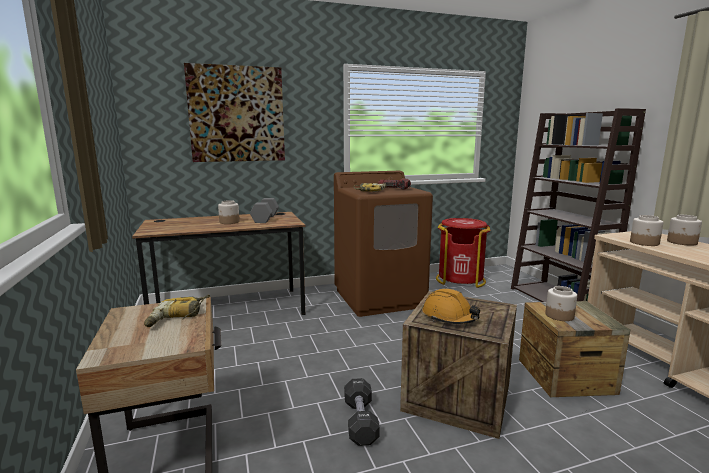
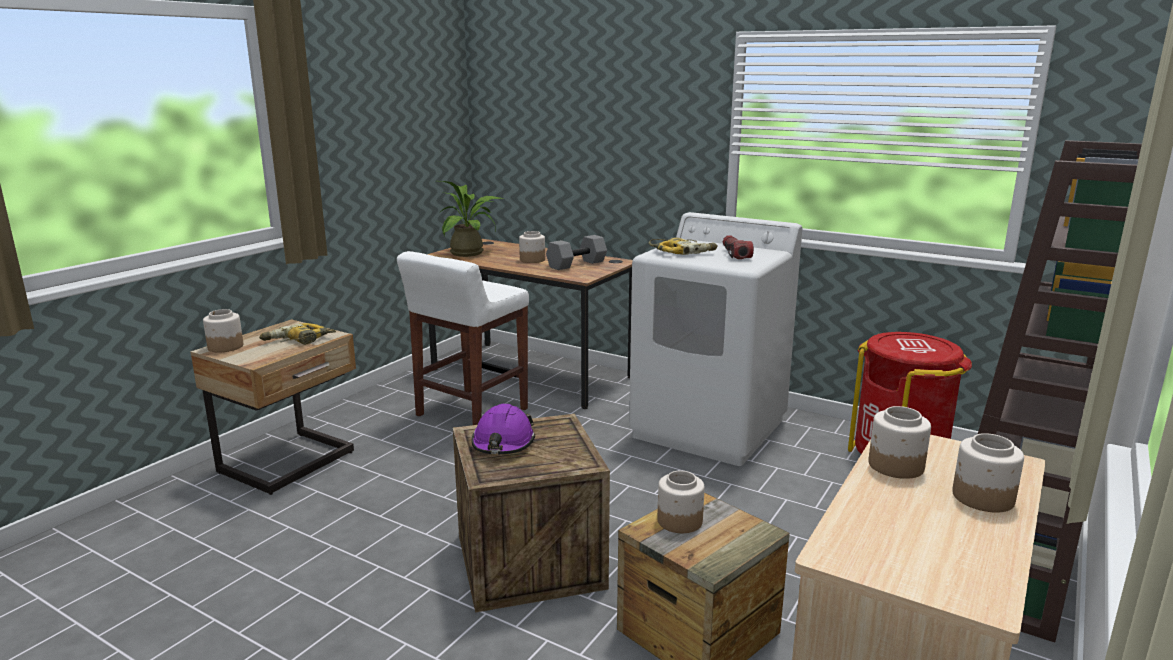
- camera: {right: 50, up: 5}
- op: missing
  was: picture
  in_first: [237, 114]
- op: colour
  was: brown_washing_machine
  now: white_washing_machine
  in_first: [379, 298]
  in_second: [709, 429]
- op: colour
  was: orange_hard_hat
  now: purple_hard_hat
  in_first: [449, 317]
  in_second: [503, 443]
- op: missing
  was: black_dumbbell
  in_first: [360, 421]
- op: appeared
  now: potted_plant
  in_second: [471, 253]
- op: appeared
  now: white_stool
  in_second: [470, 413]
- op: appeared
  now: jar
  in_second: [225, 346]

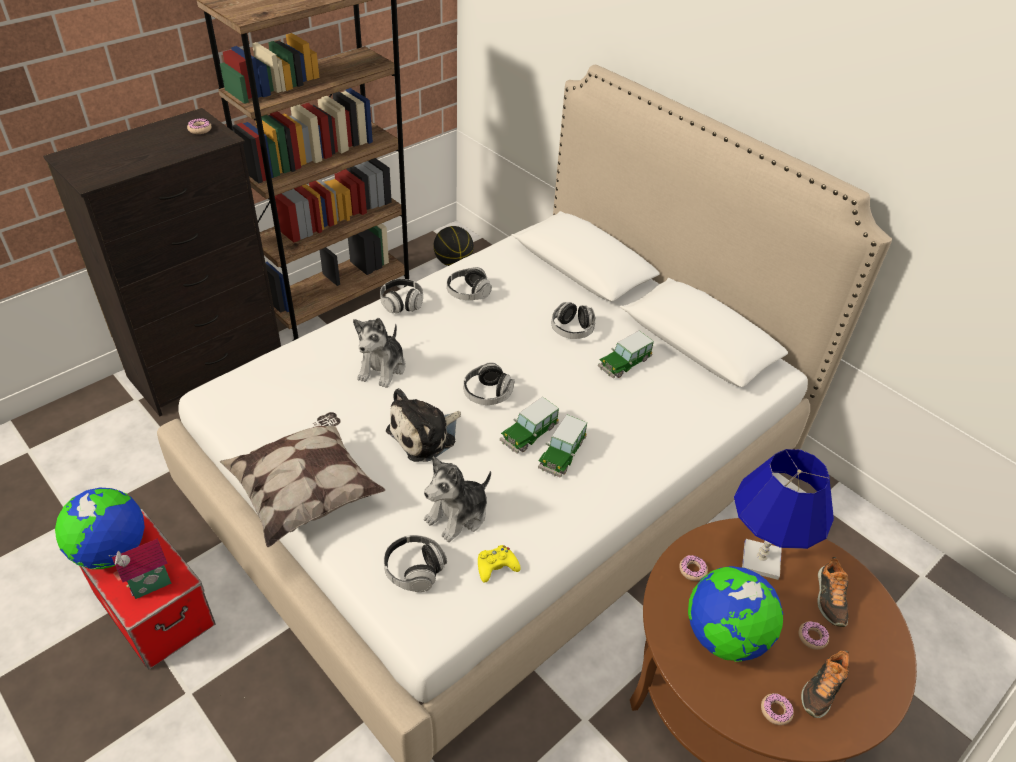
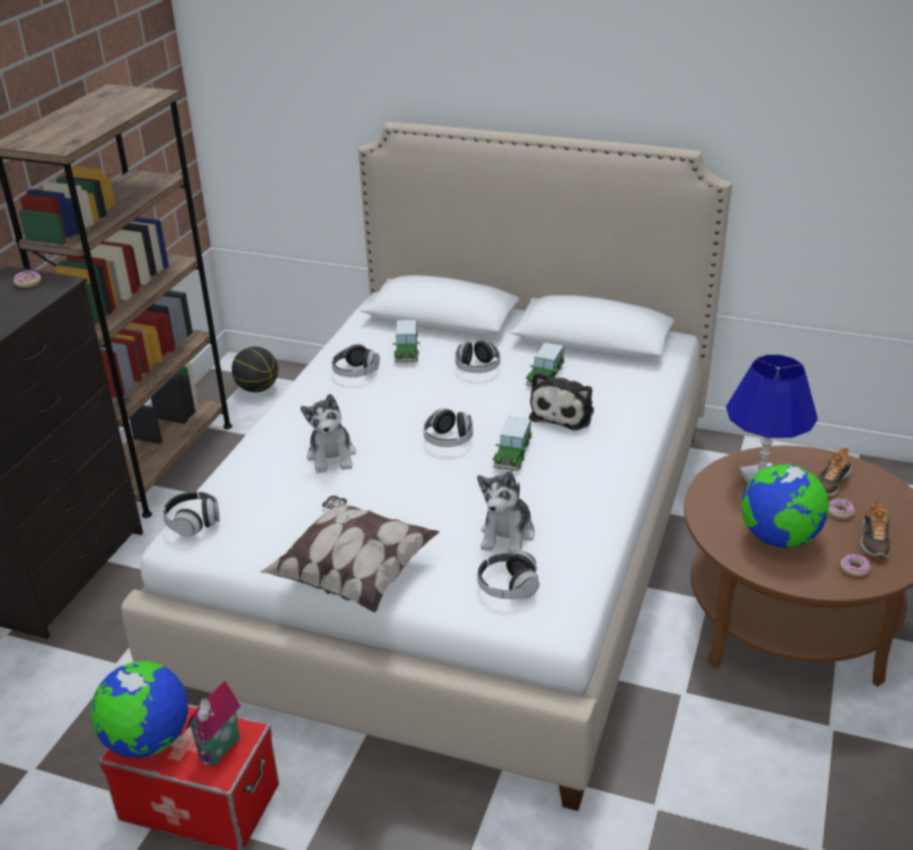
- camera: {right: -25, up: -10}
- op: relocated
  was: headphones
  in_first: [402, 303]
  in_second: [193, 522]
- op: relocated
  was: plush_toy
  in_first: [425, 435]
  in_second: [564, 413]
- op: relocated
  was: toy_car
  in_first: [562, 455]
  in_second: [407, 352]
- op: missing
  was: yellow_game_controller
  in_first: [496, 566]
- op: missing
  was: donut
  in_first: [692, 570]
- op: spun
  was: shoe
  in_first: [830, 598]
  in_second: [831, 482]
  clockwise: 60

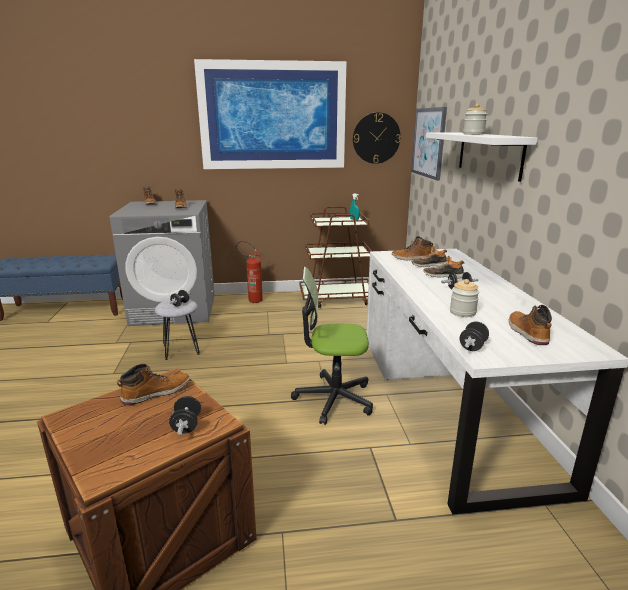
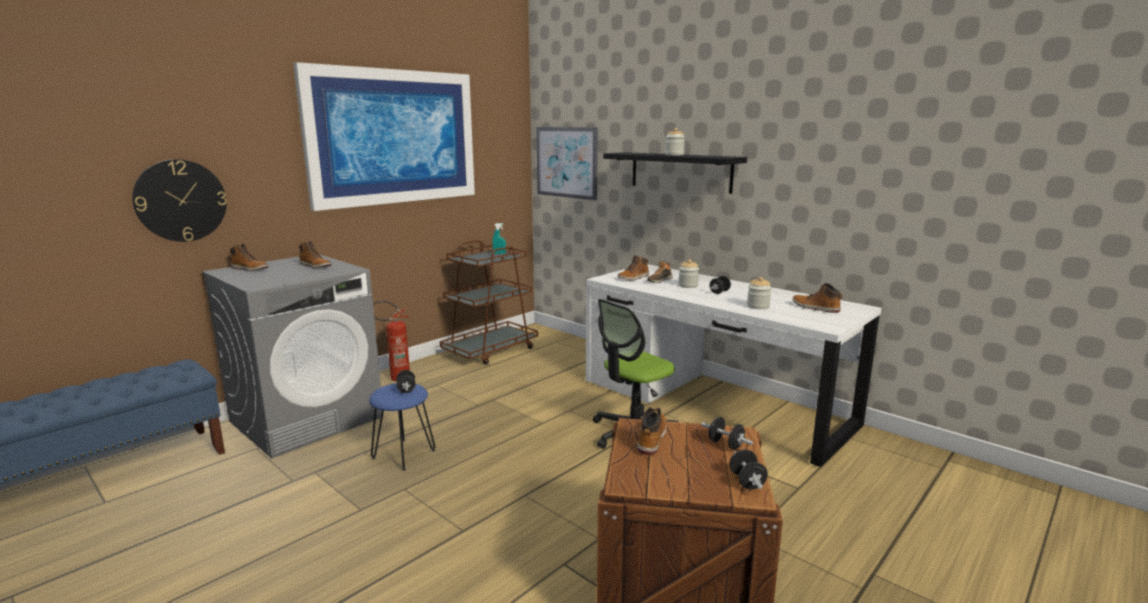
- camera: {right: -40, up: -5}
- op: relocated
  was: wall_clock
  in_first: [376, 138]
  in_second: [181, 200]
- op: colour
  was: white_shelf
  now: black_shelf
  in_first: [489, 154]
  in_second: [680, 172]
- op: exchanged
  was: shoe
  now: jar
  in_first: [443, 276]
  in_second: [688, 285]
- op: colour
  was: grey_stool
  now: blue_stool
  in_first: [181, 350]
  in_second: [404, 454]
- op: relocated
  was: black_dumbbell
  in_first: [472, 346]
  in_second: [747, 482]

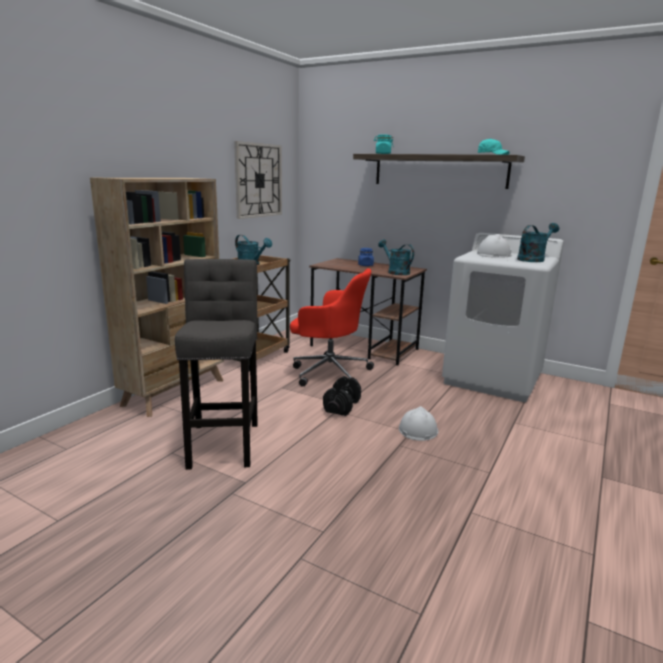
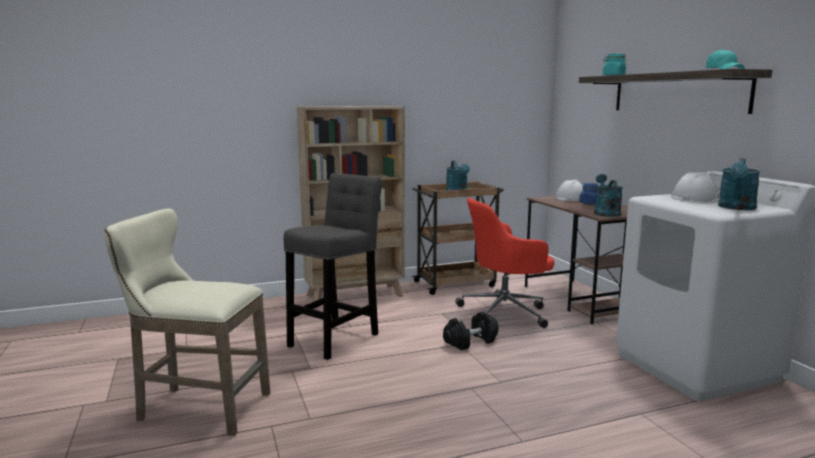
- camera: {right: 40, up: -5}
- op: missing
  was: wall_clock
  in_first: [258, 180]
- op: spun
  was: turquoise_watering_can
  in_first: [533, 259]
  in_second: [736, 208]
  clockwise: 120
- op: spun
  was: red_office_chair
  in_first: [329, 372]
  in_second: [505, 312]
  clockwise: 105
- op: relocated
  was: white_hard_hat
  in_first: [418, 430]
  in_second: [571, 198]
- op: appeared
  now: beige_stool
  in_second: [197, 407]

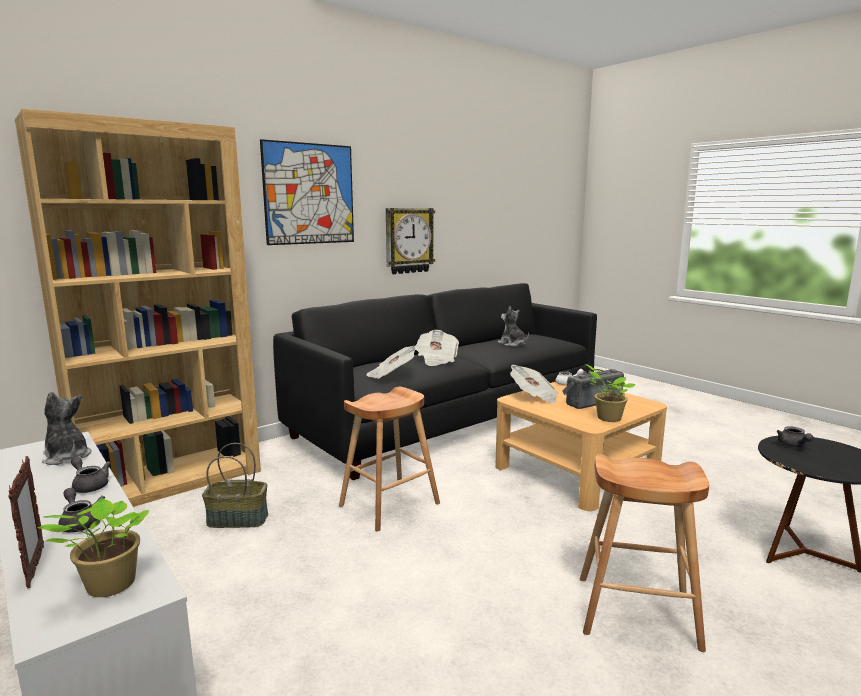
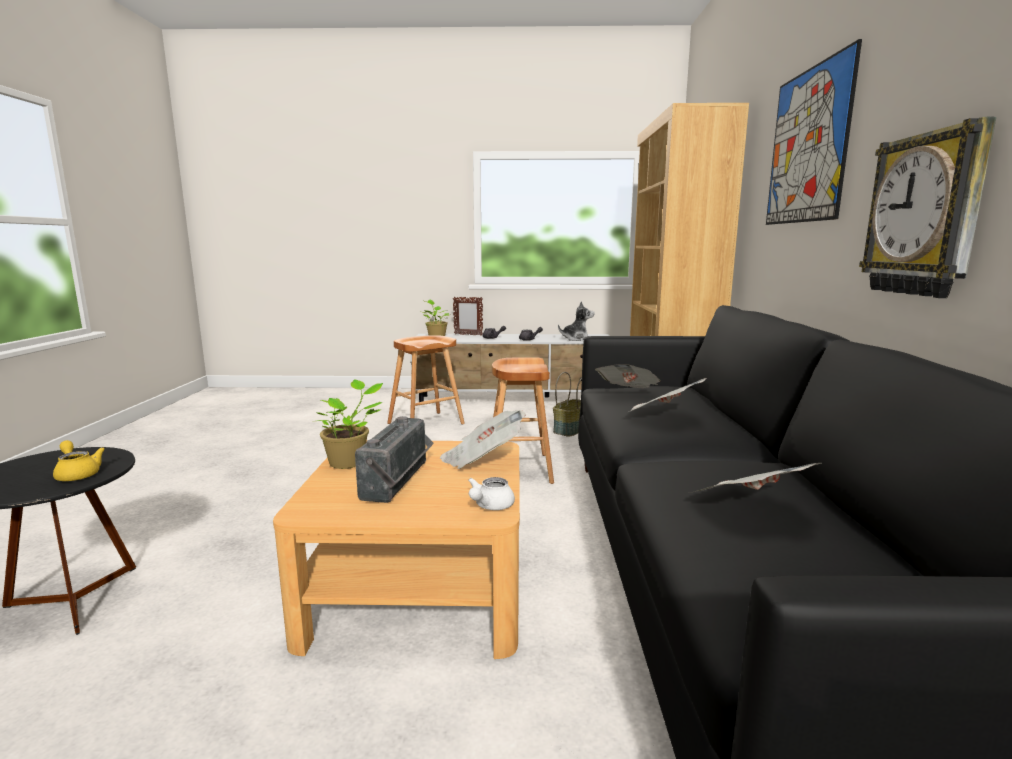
- camera: {right: 130, up: 0}
- op: exchanged
  was: plush_toy
  now: newspaper
  in_first: [512, 344]
  in_second: [748, 507]
- op: colour
  was: grey_teapot
  now: yellow_teapot
  in_first: [793, 446]
  in_second: [77, 474]
- op: relocated
  was: brown_stool
  in_first: [637, 612]
  in_second: [425, 424]

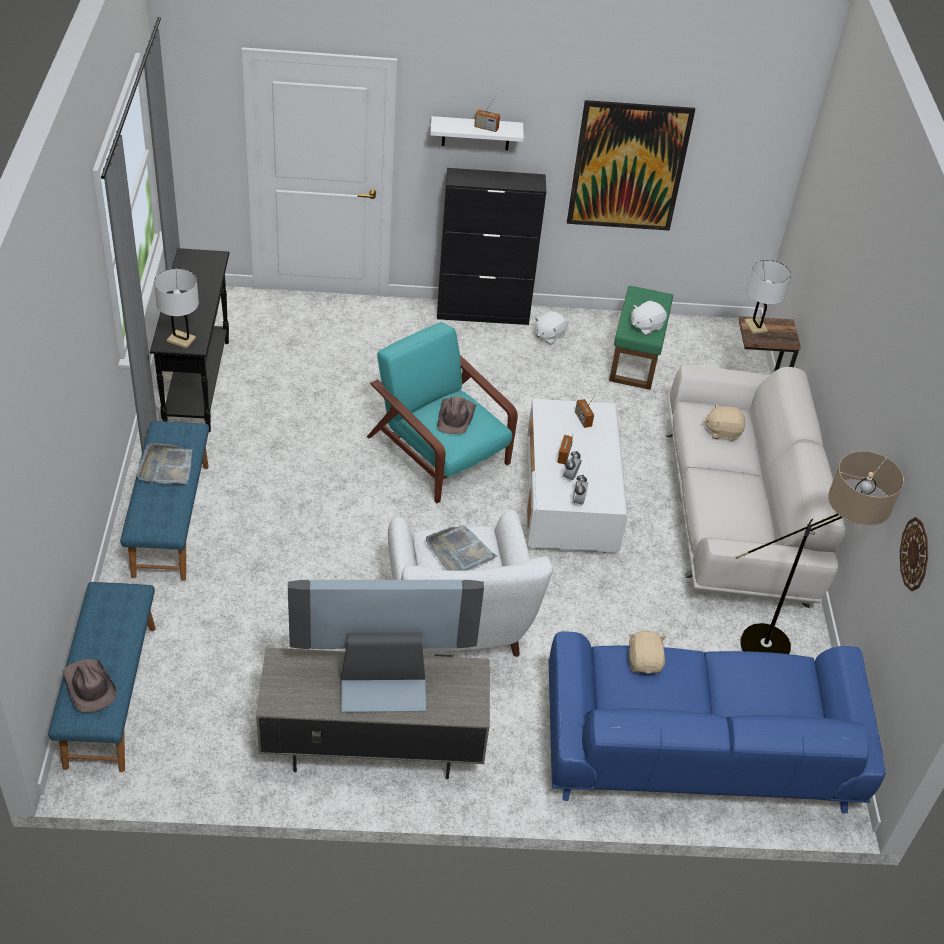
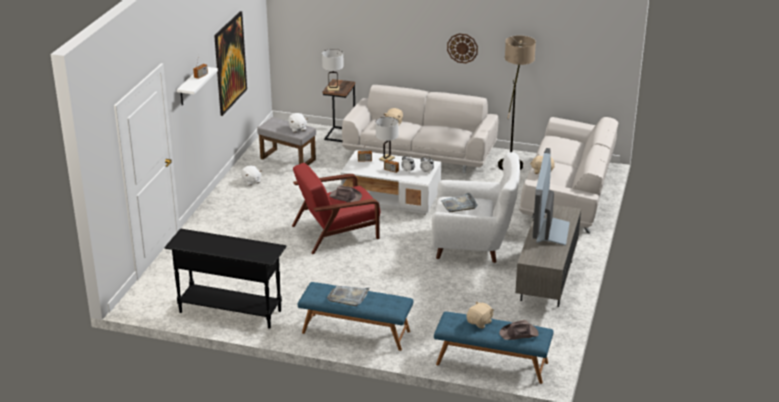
- camera: {right: -70, up: -15}
- op: missing
  was: black_cabinet
  in_first: [483, 313]
- op: relocated
  was: white_table_lamp
  in_first: [181, 340]
  in_second: [387, 158]
- op: colour
  was: green_ottoman
  now: grey_ottoman
  in_first: [636, 360]
  in_second: [288, 159]
- op: colour
  was: turquoise_armchair
  now: red_armchair
  in_first: [440, 452]
  in_second: [337, 231]
- op: relocated
  was: wall_clock
  in_first: [915, 554]
  in_second: [462, 48]
- op: colour
  was: blue_sofa
  now: white_sofa
  in_first: [697, 750]
  in_second: [568, 194]
- op: appeared
  now: beige_plush_toy
  in_second: [480, 322]

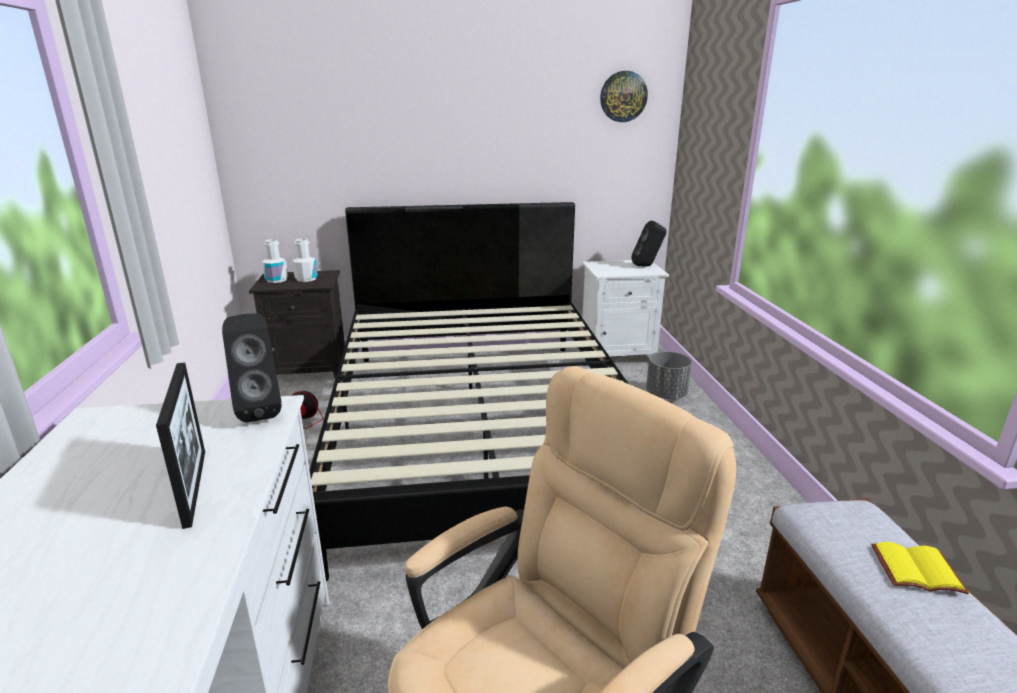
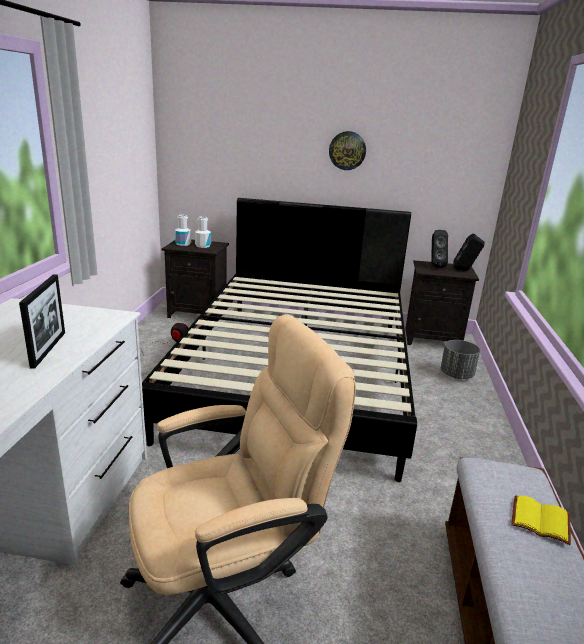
- camera: {right: 15, up: 0}
- op: relocated
  was: wall_clock
  in_first: [623, 96]
  in_second: [347, 150]
- op: colour
  was: white_nightstand
  now: black_nightstand
  in_first: [618, 354]
  in_second: [433, 339]
- op: relocated
  was: black_speaker
  in_first: [259, 410]
  in_second: [434, 266]

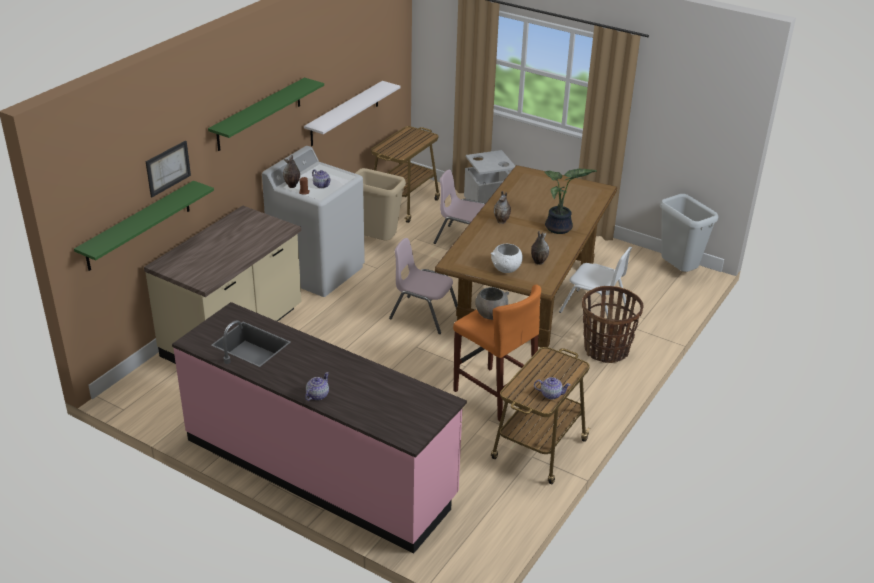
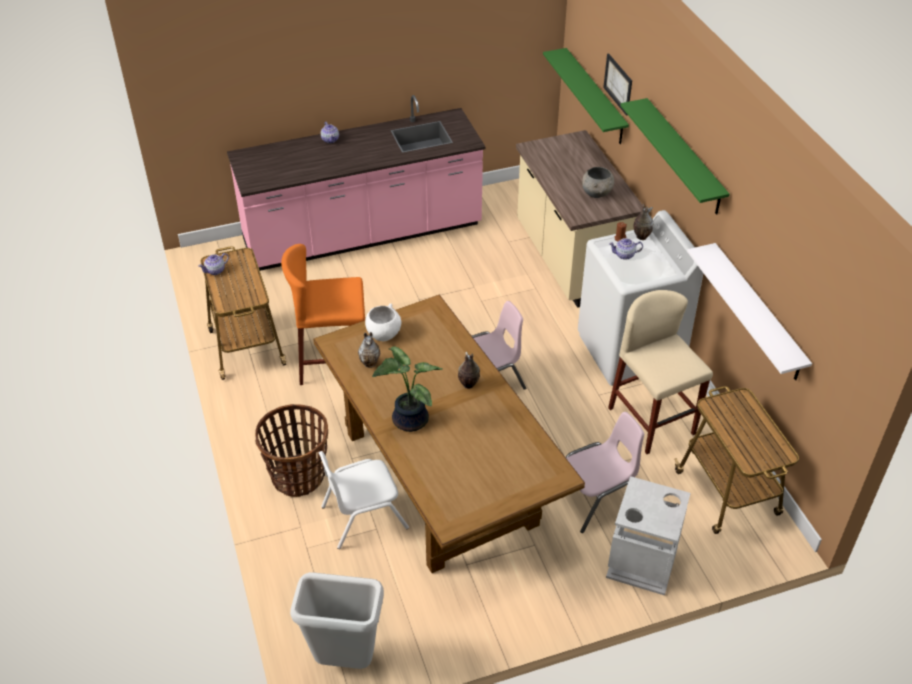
- camera: {right: 130, up: 10}
- op: exchanged
  was: beige_trash_can
  now: beige_stool
  in_first: [376, 242]
  in_second: [651, 421]
- op: relocated
  was: grey_bowl
  in_first: [490, 314]
  in_second: [597, 193]

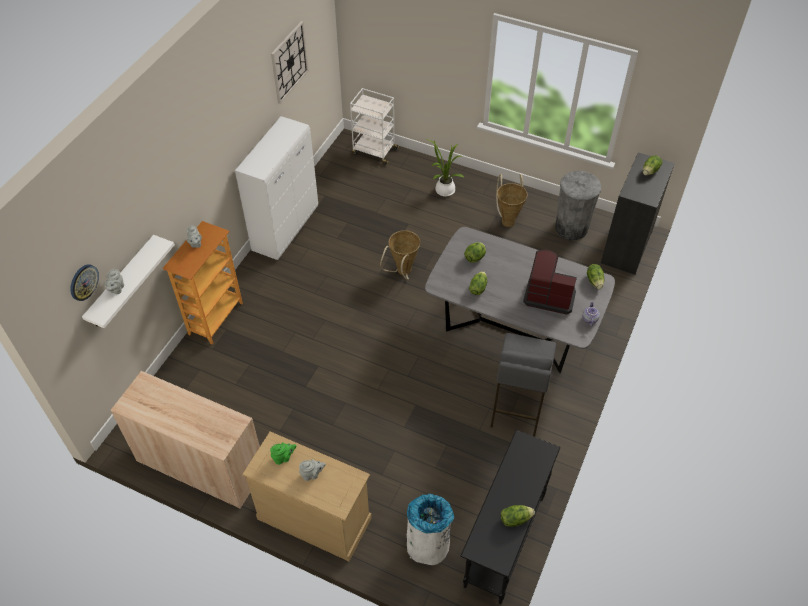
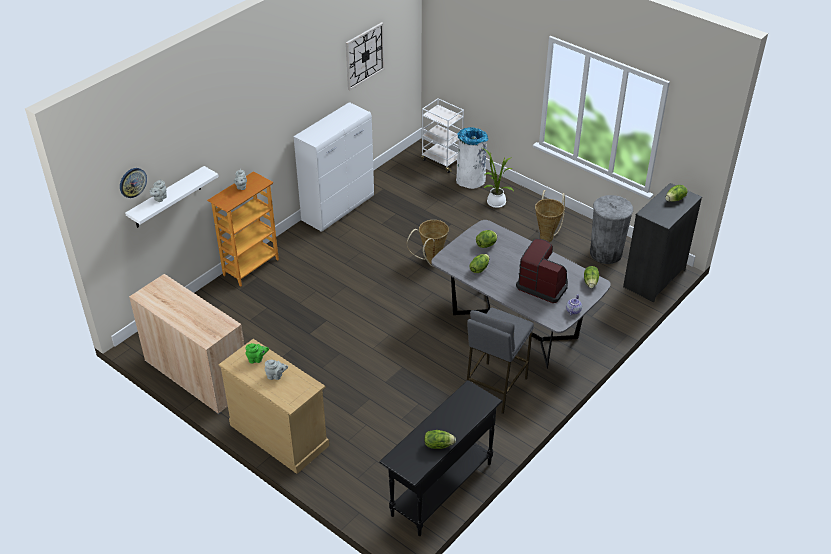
- camera: {right: 15, up: -10}
- op: relocated
  was: white_trash_can
  in_first: [428, 546]
  in_second: [470, 180]

